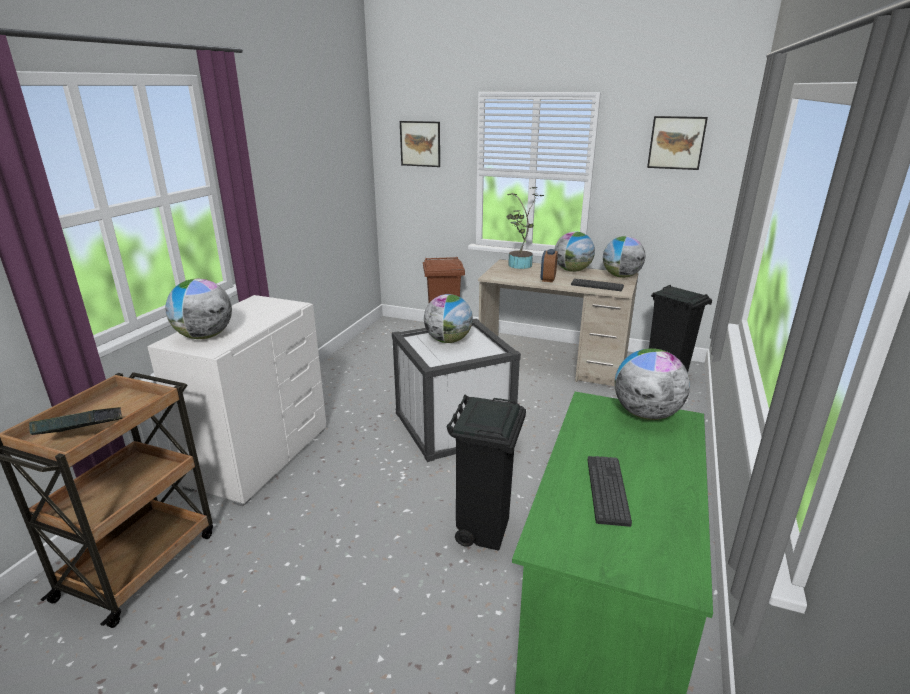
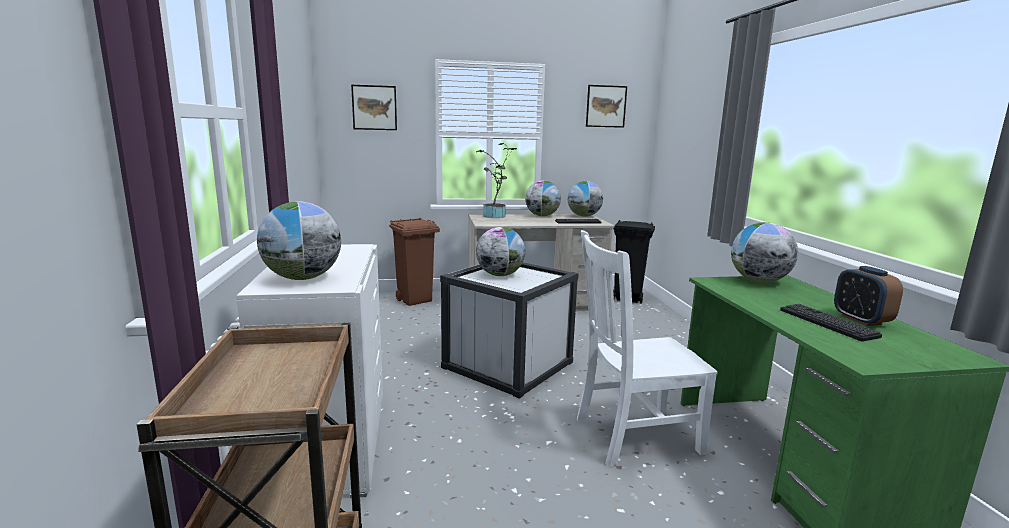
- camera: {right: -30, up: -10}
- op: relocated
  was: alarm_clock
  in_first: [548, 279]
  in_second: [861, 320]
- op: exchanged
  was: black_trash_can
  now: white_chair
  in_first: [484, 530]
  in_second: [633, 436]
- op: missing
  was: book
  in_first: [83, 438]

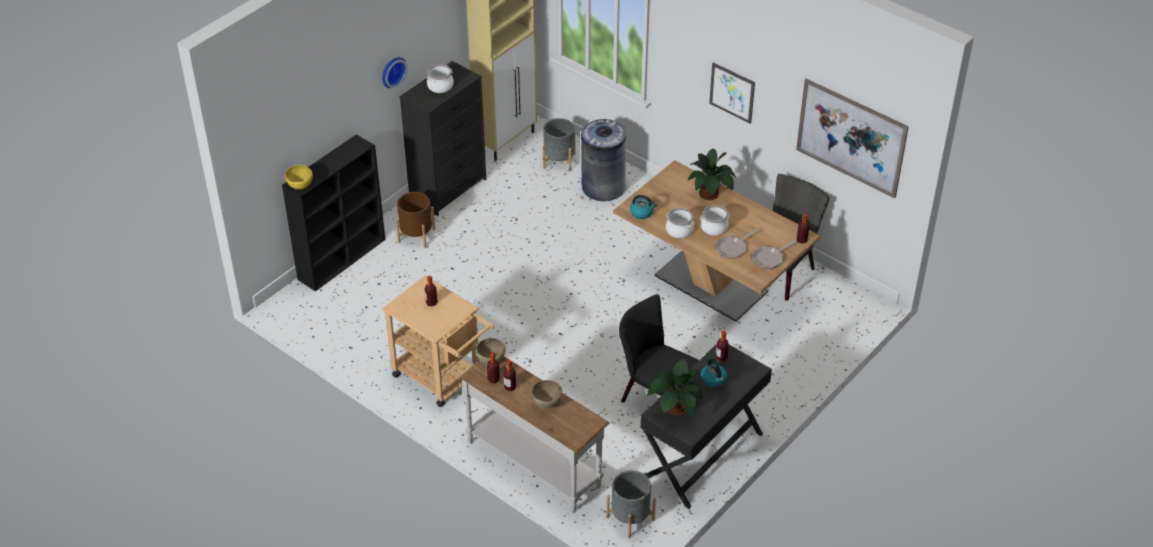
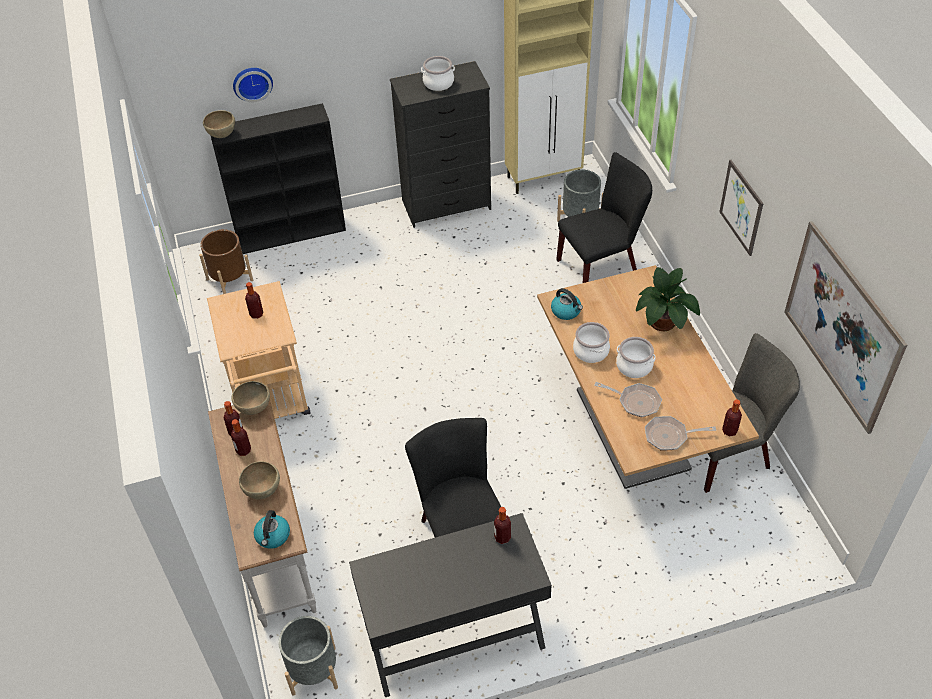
- camera: {right: 35, up: 5}
- op: relocated
  was: wall_clock
  in_first: [392, 71]
  in_second: [252, 82]
- op: exchanged
  was: grey_trash_can
  now: black_chair
  in_first: [603, 187]
  in_second: [602, 266]
- op: colour
  was: yellow_bowl
  now: brown_bowl
  in_first: [300, 186]
  in_second: [222, 135]
- op: relocated
  was: brown_planter
  in_first: [416, 235]
  in_second: [229, 279]
- op: spun
  was: frying_pan
  in_first: [733, 248]
  in_second: [635, 402]
  clockwise: -150
- op: missing
  was: potted_plant
  in_first: [676, 408]
- op: relocated
  was: kettle
  in_first: [714, 380]
  in_second: [273, 536]

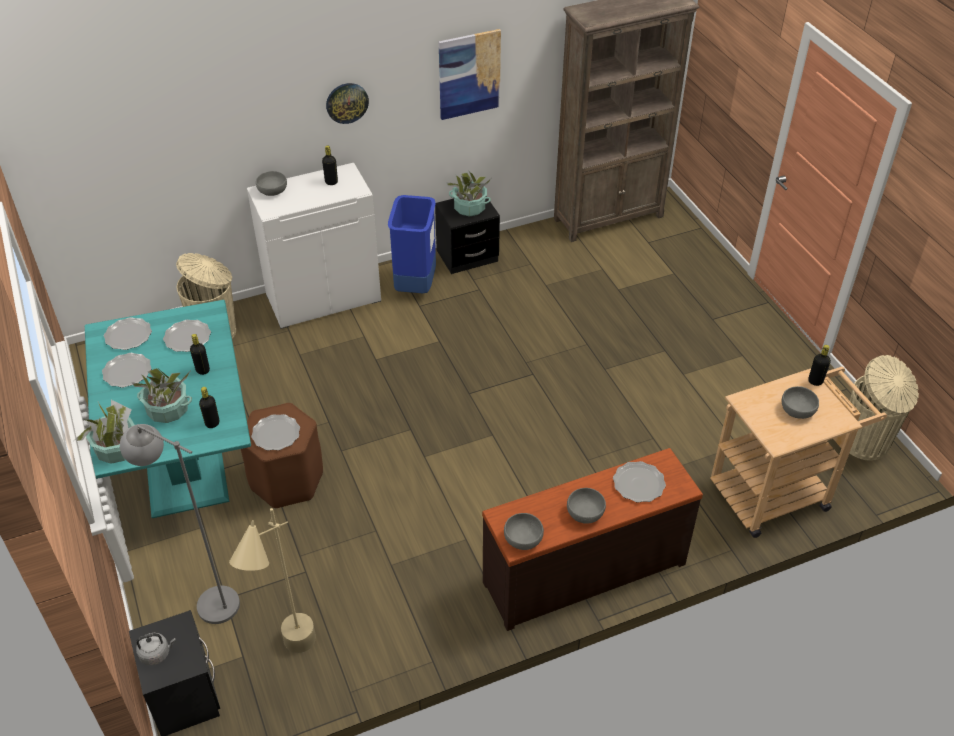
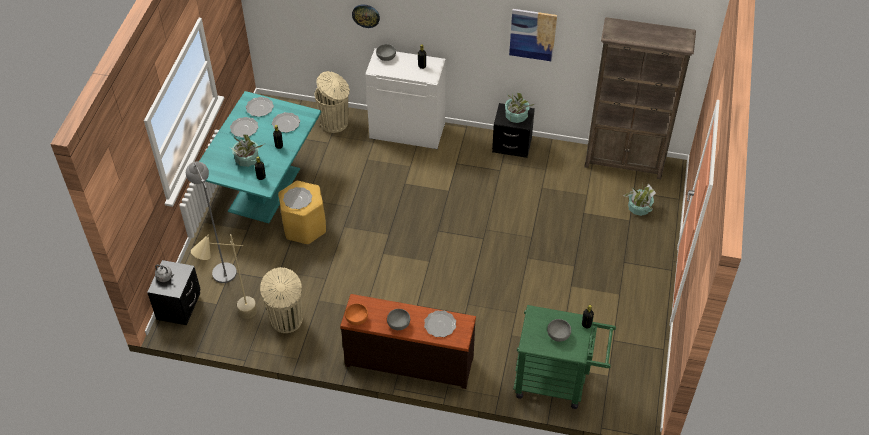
- camera: {right: 35, up: 5}
- op: relocated
  was: wall_clock
  in_first: [347, 102]
  in_second: [366, 15]
- op: missing
  was: blue_trash_can
  in_first: [416, 285]
- op: relocated
  was: beige_trash_can
  in_first: [866, 443]
  in_second: [286, 321]
- op: colour
  was: beige_cart
  now: green_cart
  in_first: [778, 491]
  in_second: [557, 382]
- op: relocated
  was: potted_plant
  in_first: [117, 449]
  in_second: [639, 208]
- op: colour
  was: brown_stool
  now: yellow_stool
  in_first: [287, 480]
  in_second: [304, 228]
- op: colour
  was: grey_bowl
  now: orange_bowl
  in_first: [522, 539]
  in_second: [356, 318]

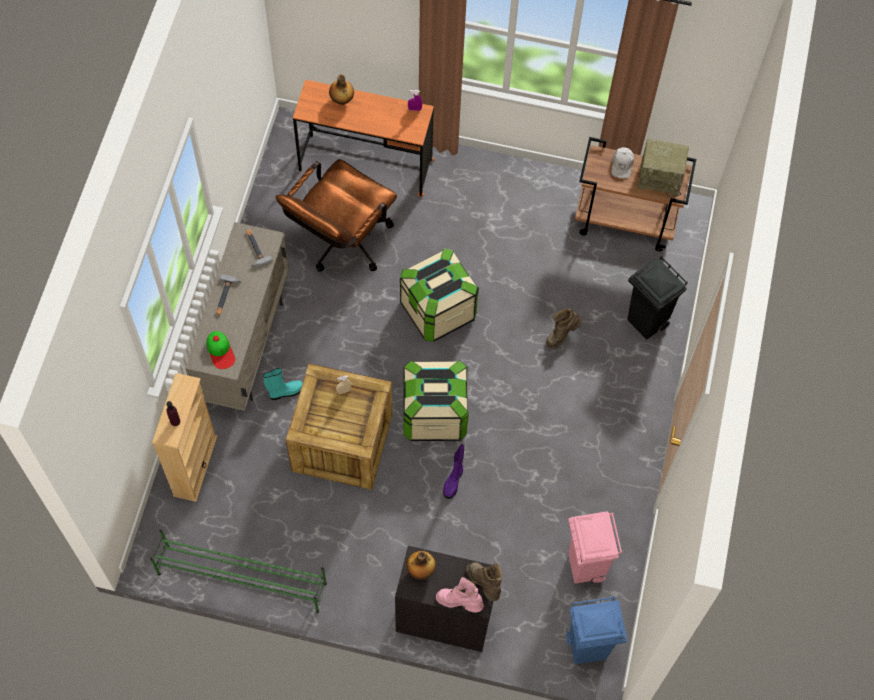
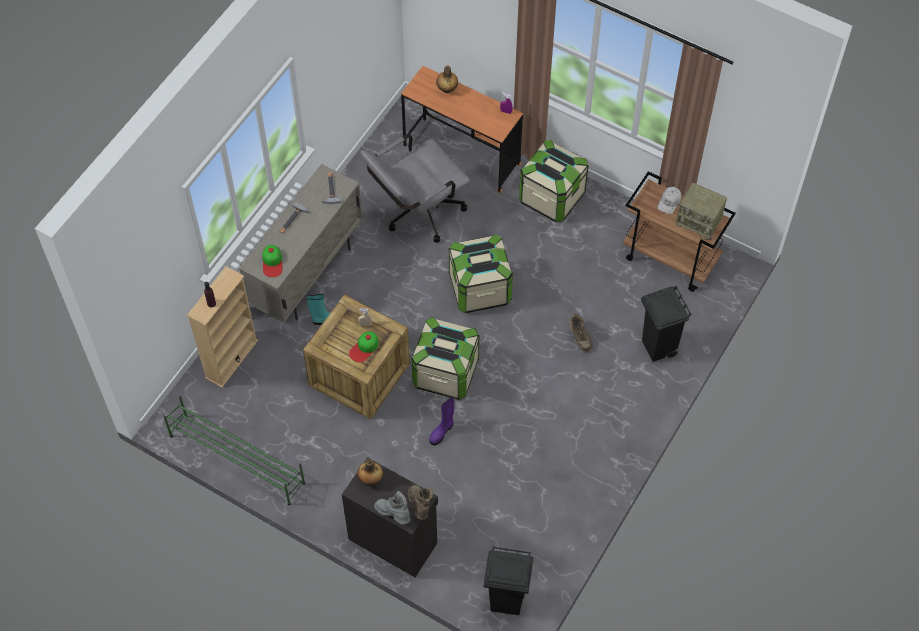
- camera: {right: 20, up: -5}
- op: colour
  was: brown_office_chair
  now: grey_office_chair
  in_first: [340, 243]
  in_second: [417, 213]
- op: spun
  was: brown_boot
  in_first: [561, 334]
  in_second: [579, 337]
  clockwise: -90
- op: missing
  was: pink_trash_can
  in_first: [585, 567]
- op: colour
  was: pink_boot
  now: grey_boot
  in_first: [460, 602]
  in_second: [393, 514]
- op: colour
  was: blue_trash_can
  now: black_trash_can
  in_first: [588, 647]
  in_second: [507, 601]
- op: appeared
  now: storage_box
  in_second: [552, 197]
- op: appeared
  now: cap
  in_second: [364, 348]

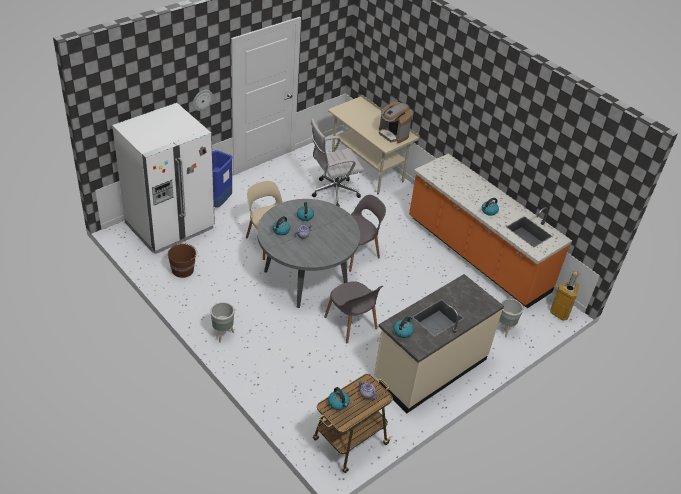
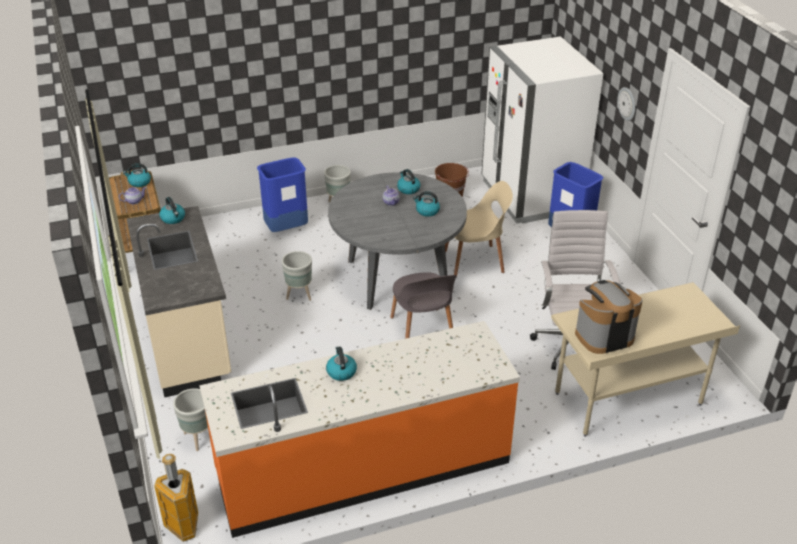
- camera: {right: 115, up: -5}
- op: exchanged
  was: grey_chair
  now: grey_planter
  in_first: [351, 324]
  in_second: [299, 295]
- op: appeared
  now: blue_trash_can
  in_second: [286, 228]

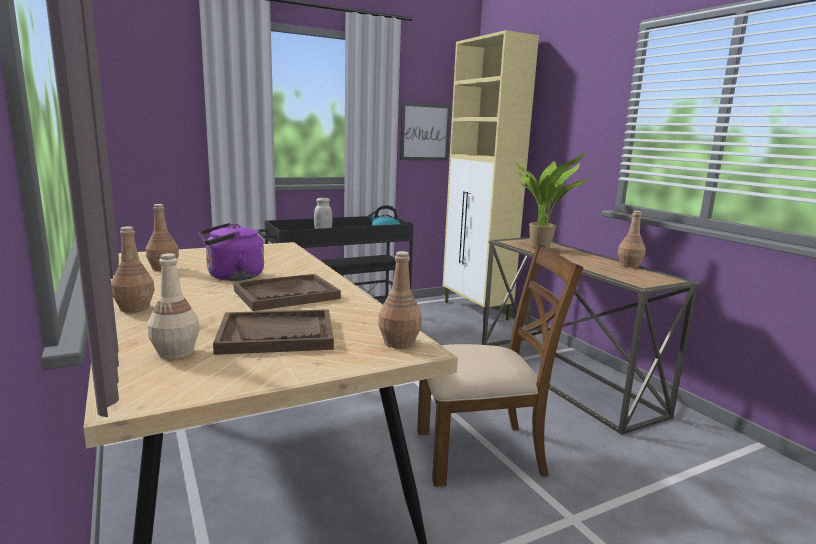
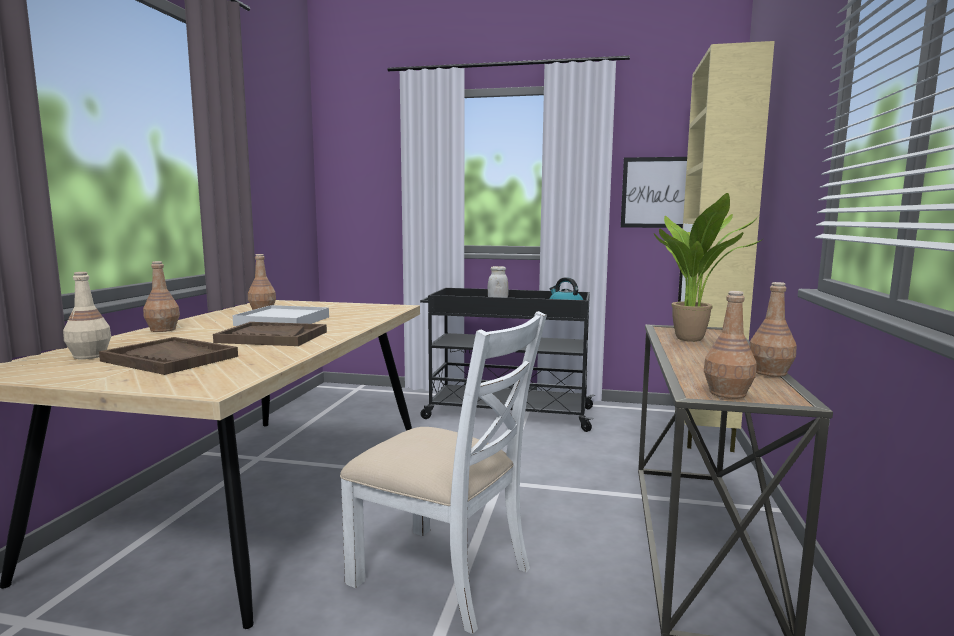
- camera: {right: 40, up: -5}
- op: exchanged
  was: purple_kettle
  now: white_tray
  in_first: [232, 277]
  in_second: [283, 321]
- op: colour
  was: brown_chair
  now: white_chair
  in_first: [481, 452]
  in_second: [443, 575]
- op: relocated
  was: brown_bottle
  in_first: [399, 343]
  in_second: [727, 394]

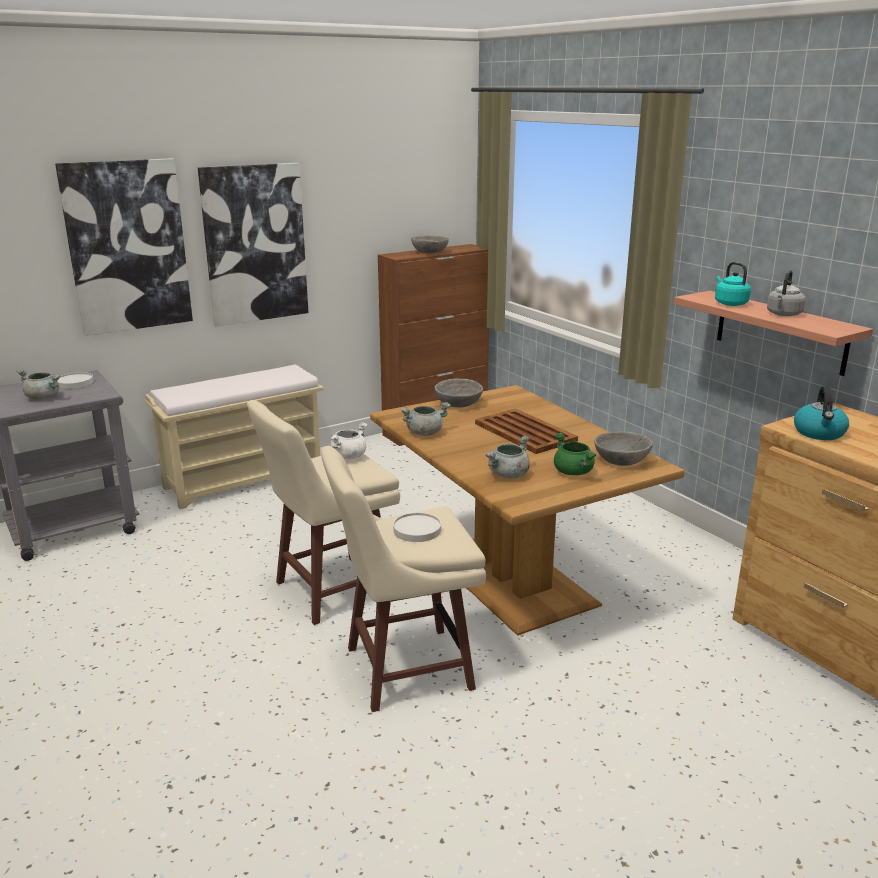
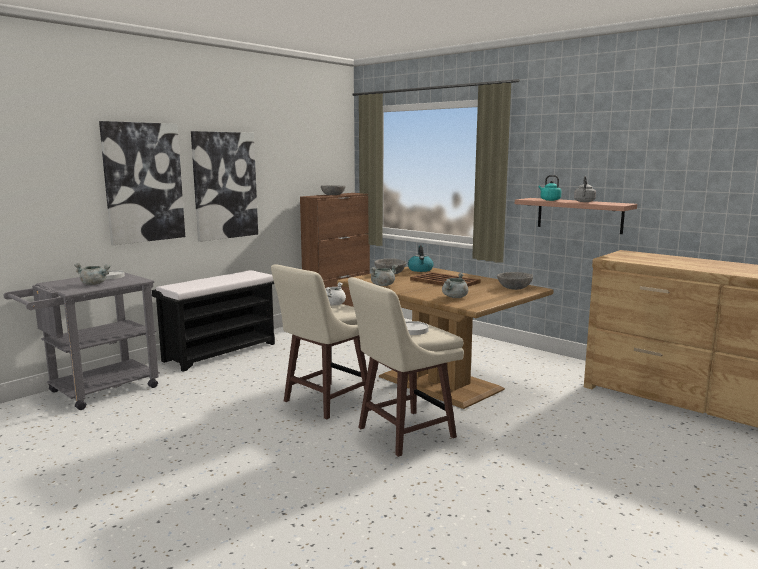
- camera: {right: -15, up: -10}
- op: colour
  was: beige_bench
  now: black_bench
  in_first: [245, 479]
  in_second: [221, 352]
- op: relocated
  was: kettle
  in_first: [819, 433]
  in_second: [420, 270]
- op: missing
  was: green_cooking_pot
  in_first: [574, 472]

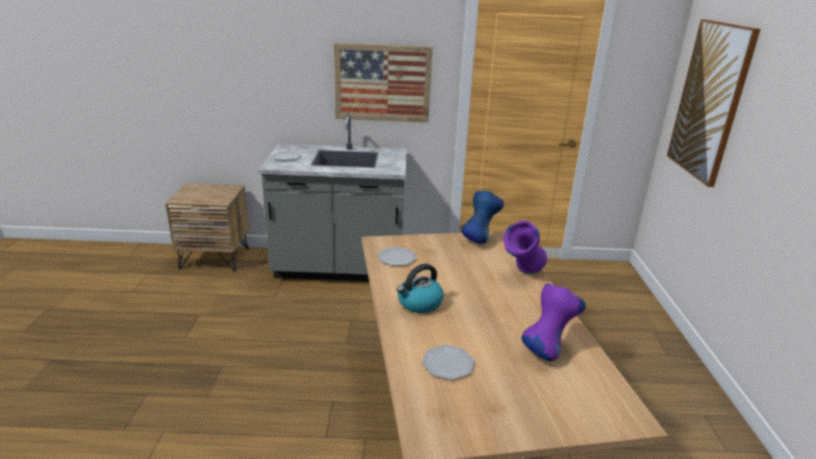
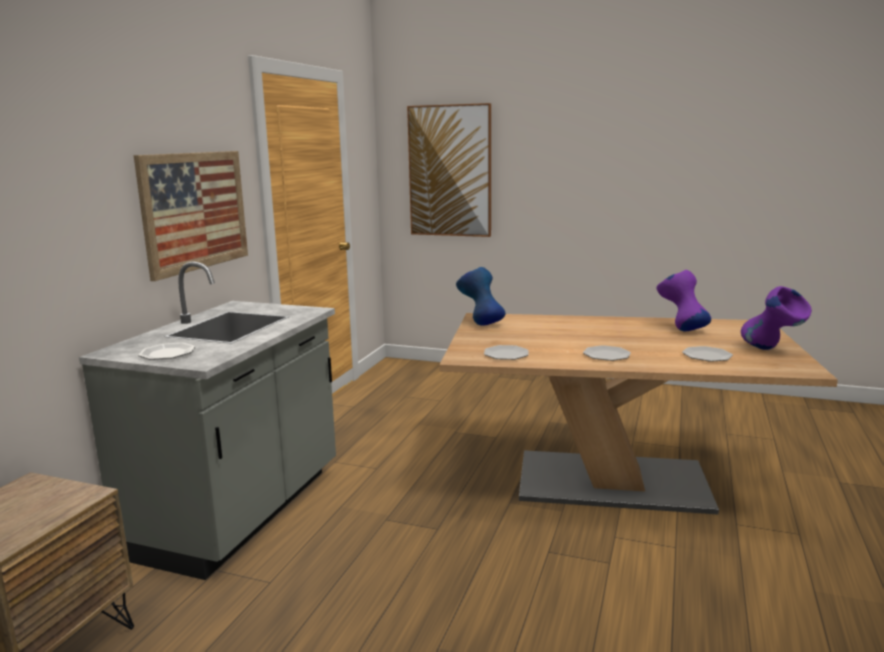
- camera: {right: -70, up: -10}
- op: relocated
  was: purple_vase
  in_first: [522, 274]
  in_second: [771, 351]
- op: exchanged
  was: kettle
  now: plate
  in_first: [419, 303]
  in_second: [606, 355]

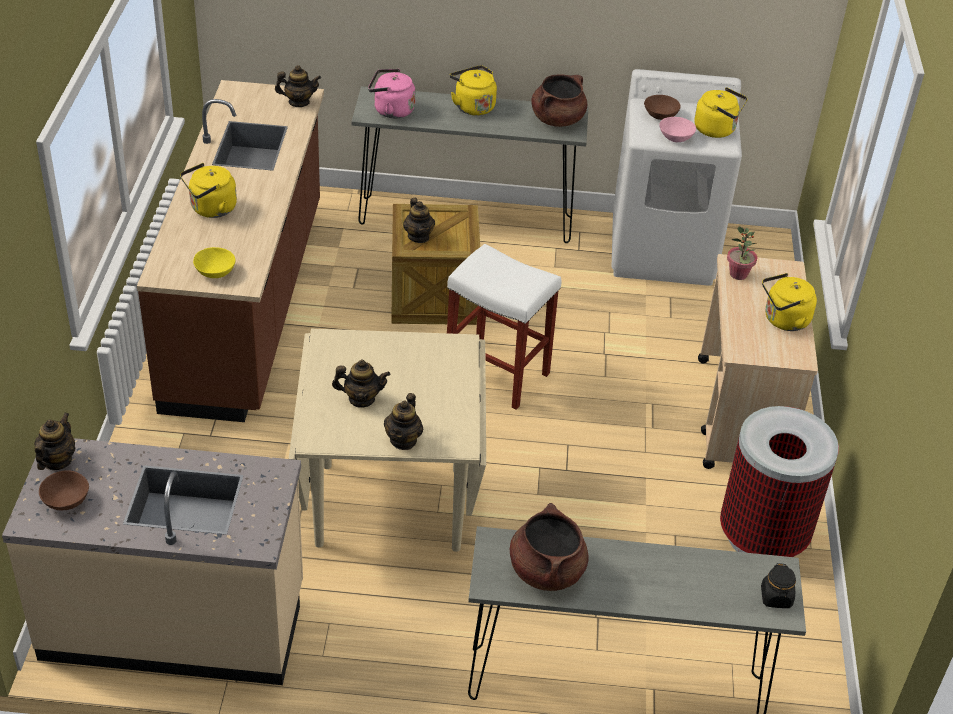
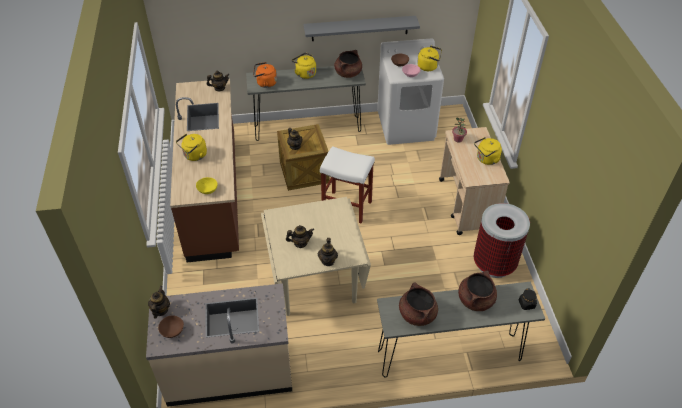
- camera: {right: -10, up: 5}
- op: colour
  was: pink_kettle
  now: orange_kettle
  in_first: [391, 110]
  in_second: [265, 83]
- op: appeared
  now: grey_shelf
  in_second: [360, 28]
- op: appeared
  now: brown_cooking_pot
  in_second: [475, 300]

